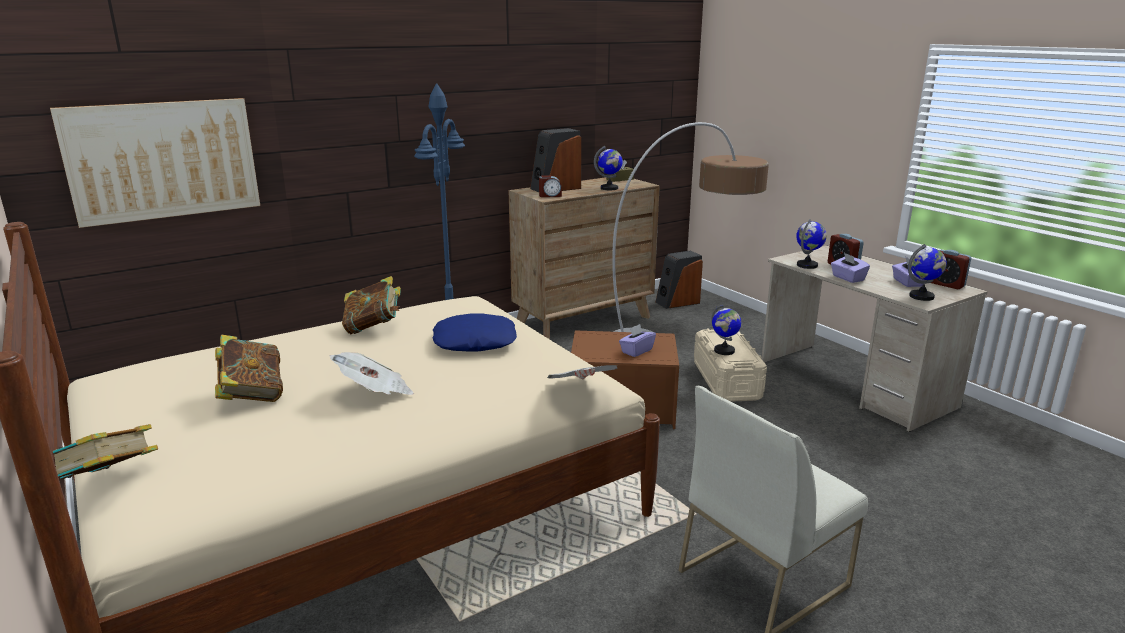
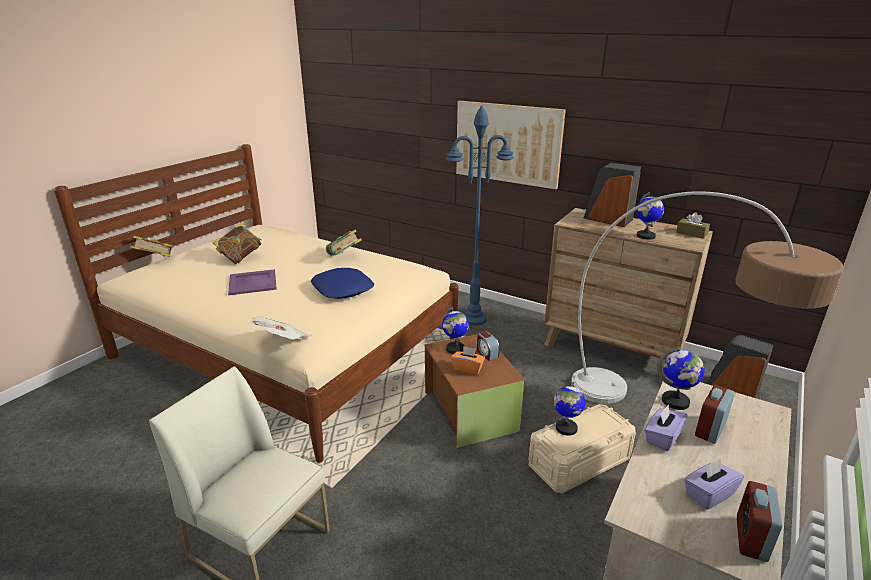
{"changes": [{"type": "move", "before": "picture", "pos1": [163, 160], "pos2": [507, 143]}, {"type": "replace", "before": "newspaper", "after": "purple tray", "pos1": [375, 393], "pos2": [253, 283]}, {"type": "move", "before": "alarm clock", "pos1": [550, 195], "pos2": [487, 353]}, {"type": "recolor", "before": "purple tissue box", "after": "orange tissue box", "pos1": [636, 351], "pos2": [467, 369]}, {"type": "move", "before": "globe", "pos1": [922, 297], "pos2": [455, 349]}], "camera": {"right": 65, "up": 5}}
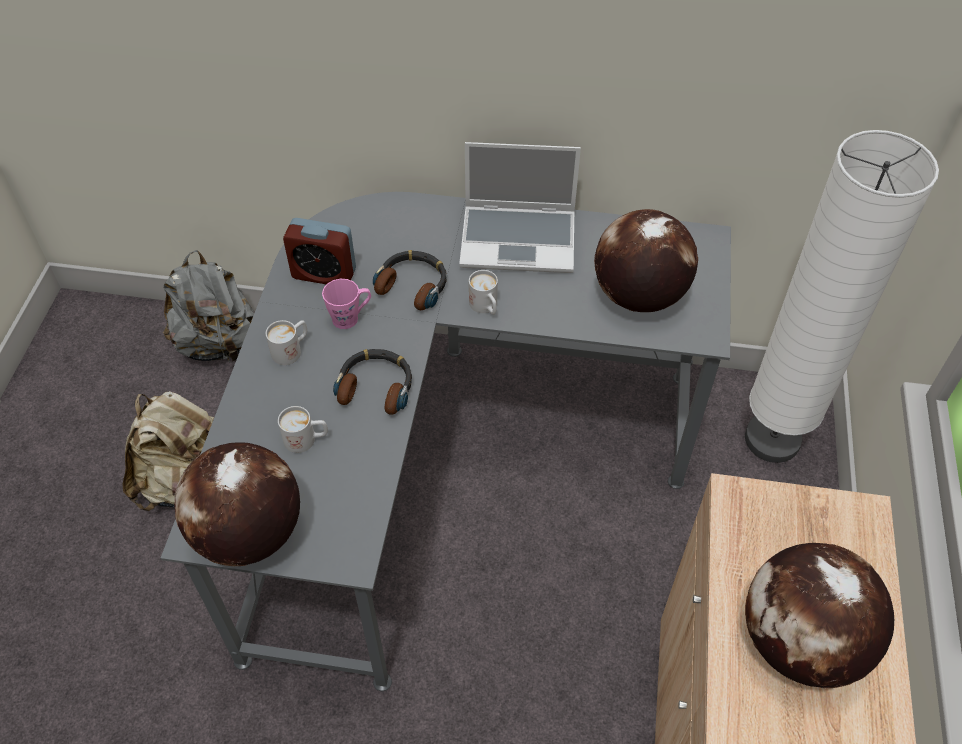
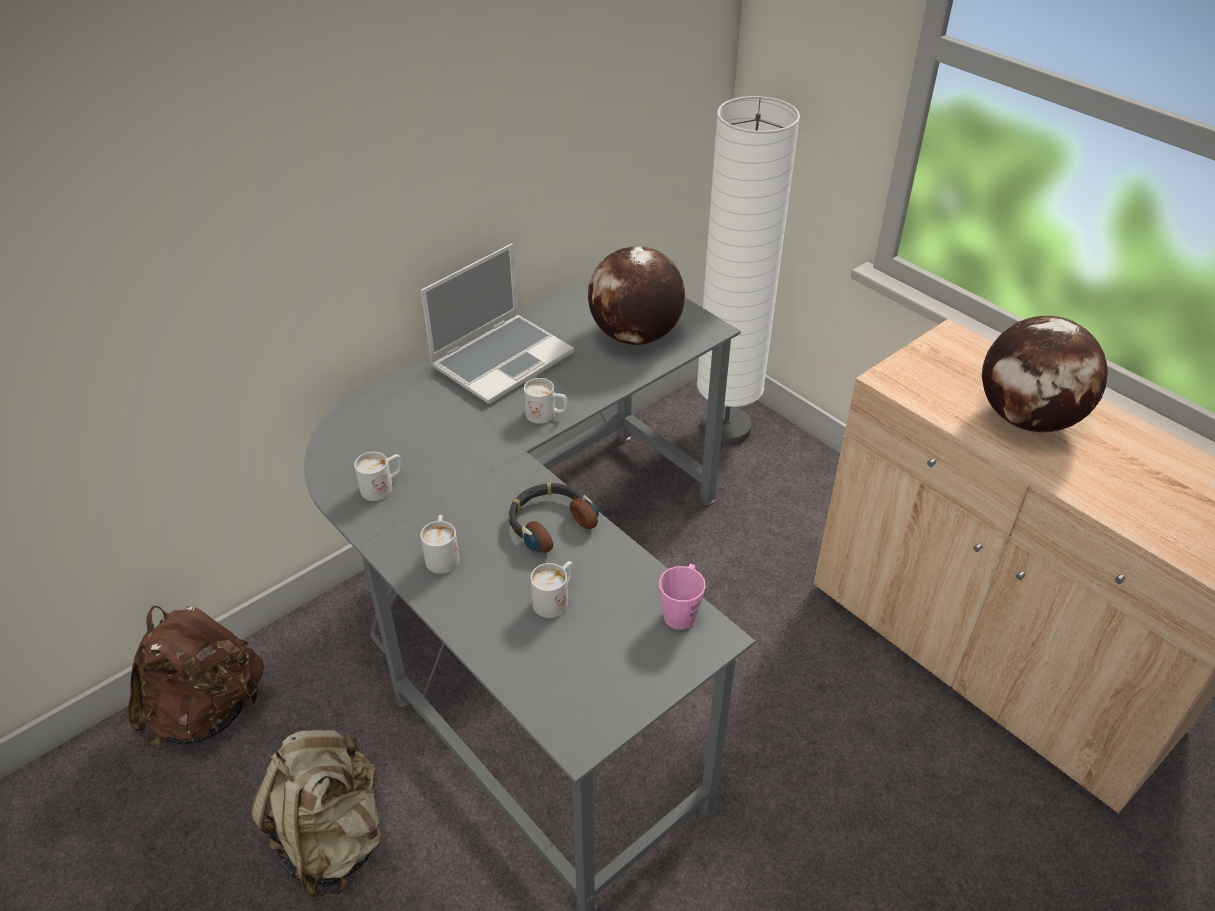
{"changes": [{"type": "recolor", "before": "grey backpack", "after": "brown backpack", "pos1": [218, 343], "pos2": [208, 711]}, {"type": "delete", "before": "globe", "pos1": [249, 534]}, {"type": "replace", "before": "alarm clock", "after": "white mug", "pos1": [324, 274], "pos2": [383, 486]}, {"type": "move", "before": "pink mug", "pos1": [350, 317], "pos2": [682, 611]}, {"type": "delete", "before": "headphones", "pos1": [413, 284]}], "camera": {"right": -50, "up": -10}}
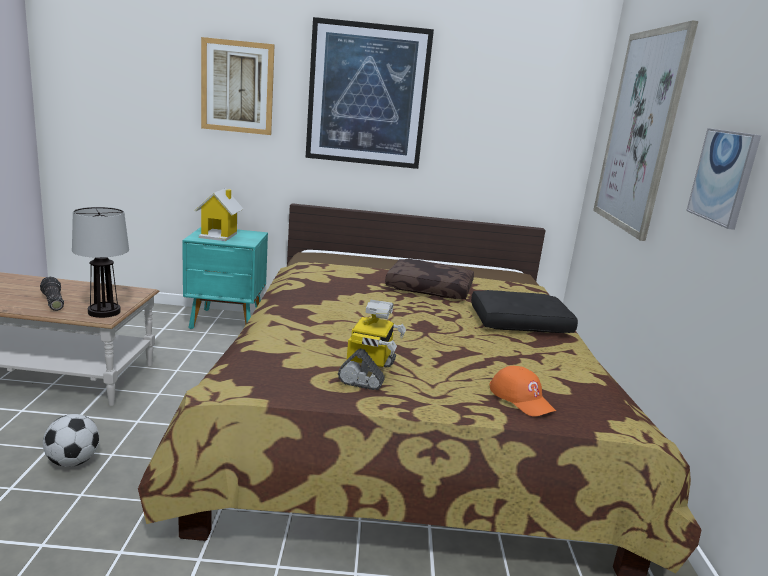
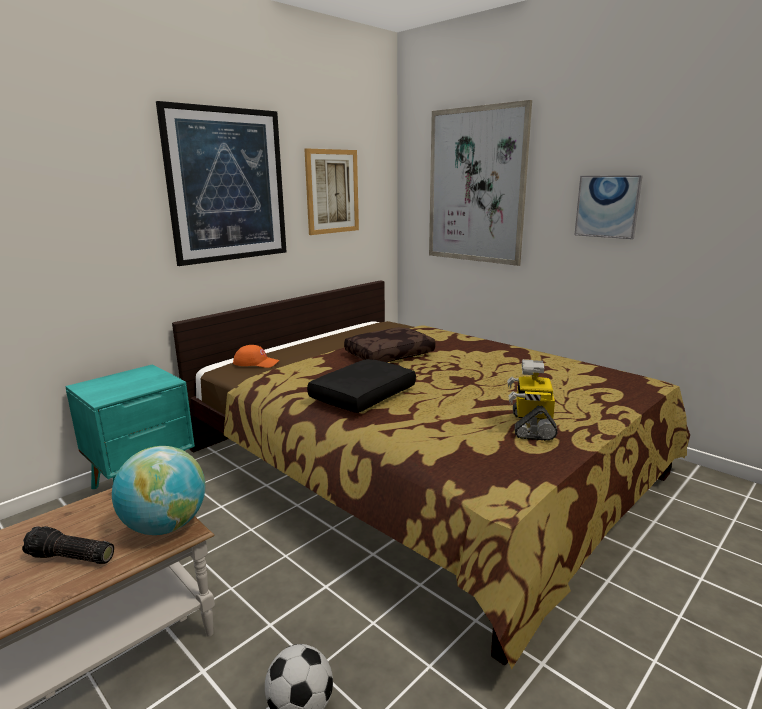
{"changes": [{"type": "replace", "before": "table lamp", "after": "globe", "pos1": [104, 311], "pos2": [165, 526]}, {"type": "delete", "before": "toy house", "pos1": [219, 235]}, {"type": "move", "before": "picture", "pos1": [237, 87], "pos2": [332, 191]}, {"type": "rotate", "before": "toy robot", "pos1": [369, 373], "pos2": [531, 426], "turn": -135}, {"type": "move", "before": "black pillow", "pos1": [520, 322], "pos2": [362, 395]}, {"type": "move", "before": "orange cap", "pos1": [521, 398], "pos2": [256, 363]}], "camera": {"right": -45, "up": 0}}
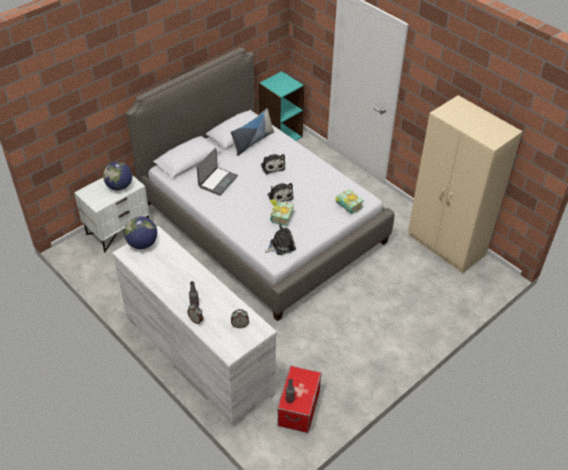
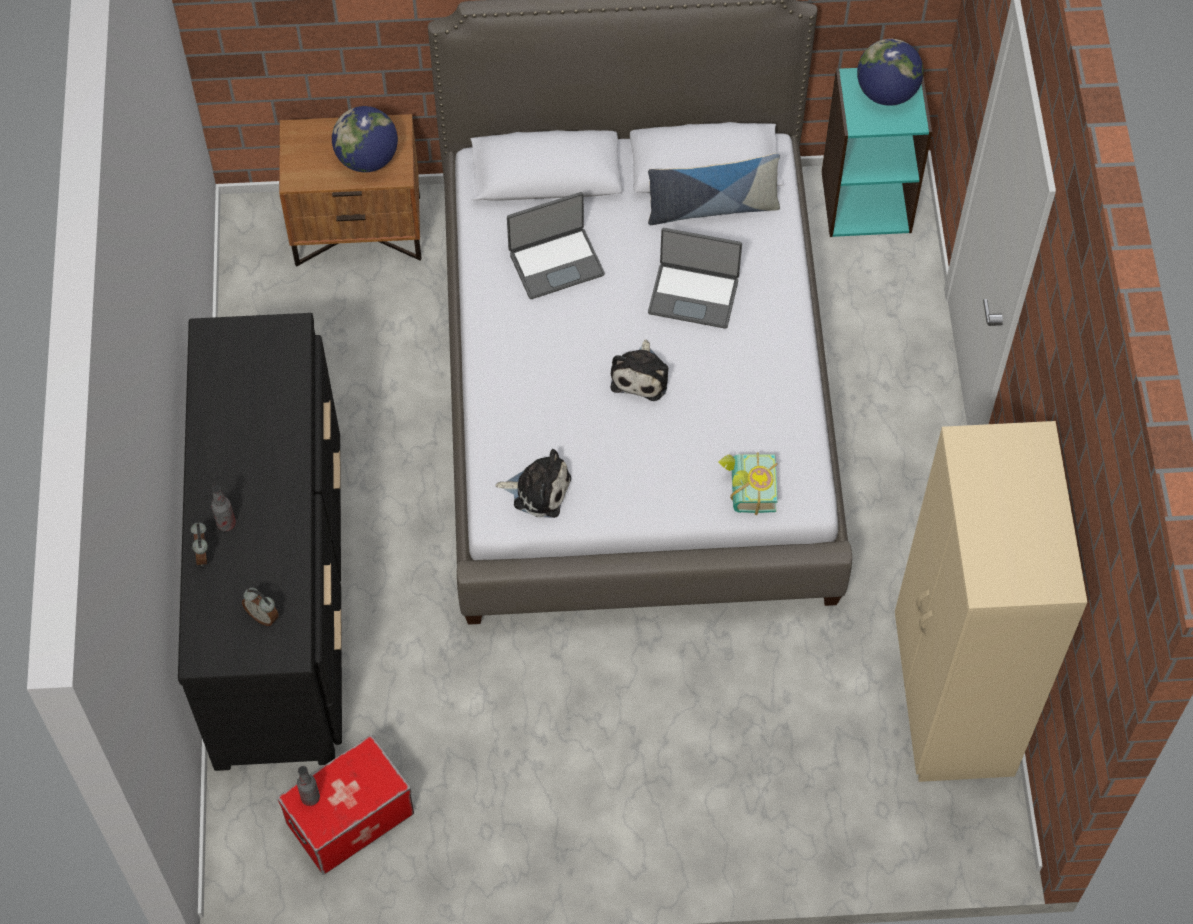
{"changes": [{"type": "recolor", "before": "white nightstand", "after": "brown nightstand", "pos1": [118, 229], "pos2": [358, 229]}, {"type": "recolor", "before": "white dresser", "after": "black dresser", "pos1": [198, 354], "pos2": [279, 591]}, {"type": "move", "before": "globe", "pos1": [142, 244], "pos2": [886, 93]}, {"type": "replace", "before": "plush toy", "after": "laptop", "pos1": [272, 166], "pos2": [694, 295]}, {"type": "delete", "before": "book", "pos1": [279, 217]}], "camera": {"right": 40, "up": 15}}
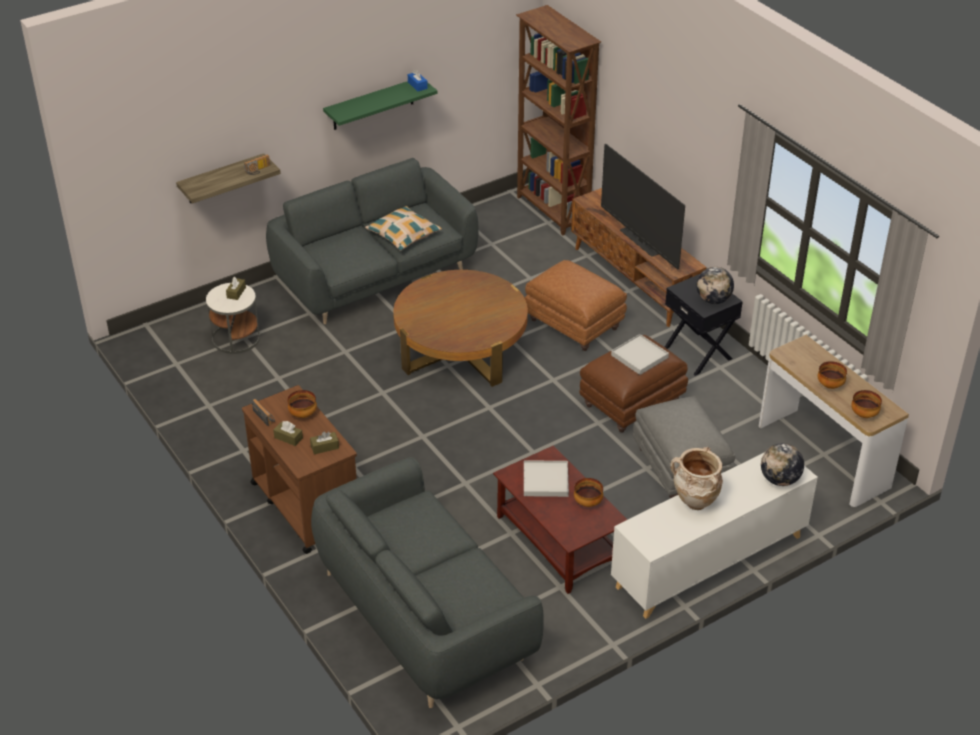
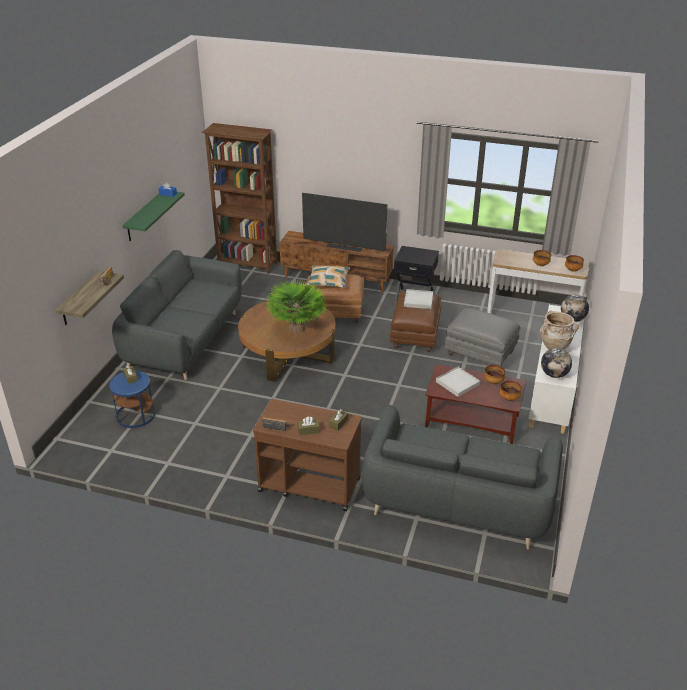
{"changes": [{"type": "recolor", "before": "white side table", "after": "blue side table", "pos1": [236, 338], "pos2": [135, 415]}, {"type": "move", "before": "bowl", "pos1": [303, 415], "pos2": [509, 398]}, {"type": "move", "before": "pillow", "pos1": [403, 234], "pos2": [328, 281]}, {"type": "move", "before": "globe", "pos1": [713, 300], "pos2": [554, 374]}, {"type": "insert", "after": "potted plant", "pos2": [297, 328]}], "camera": {"right": -40, "up": -5}}
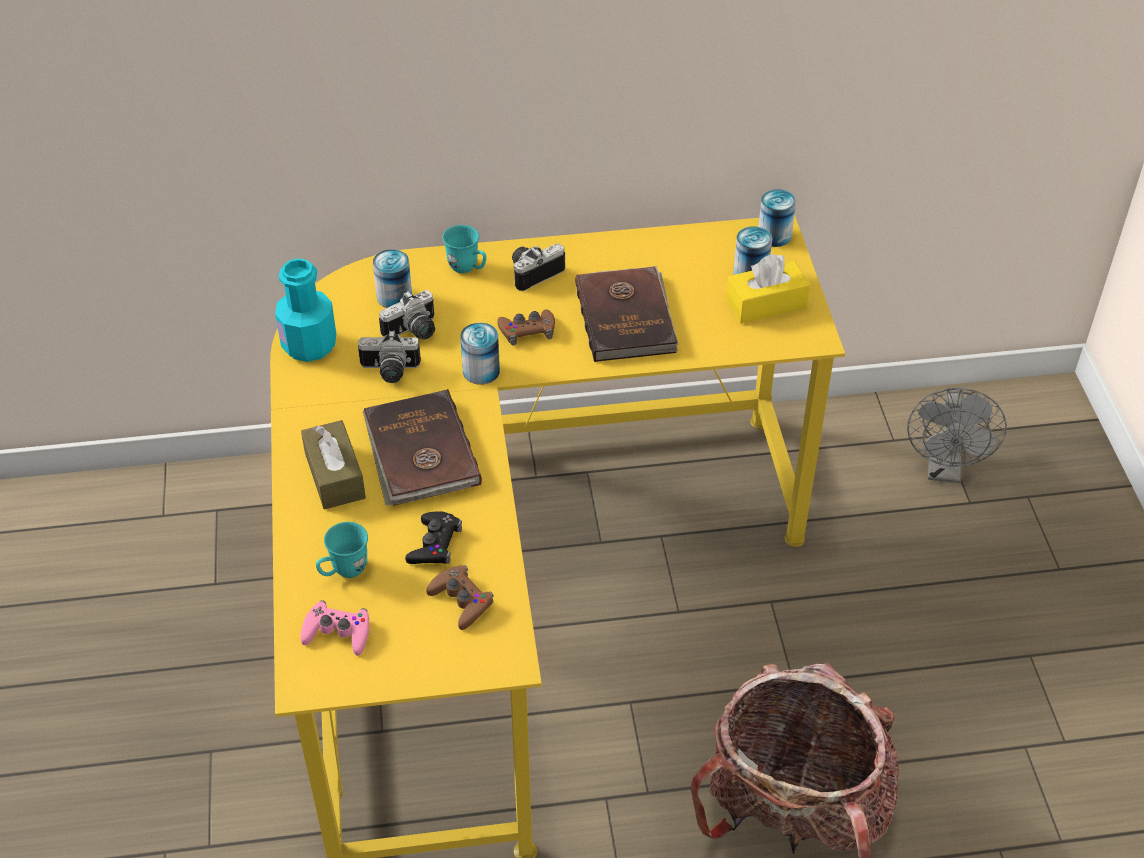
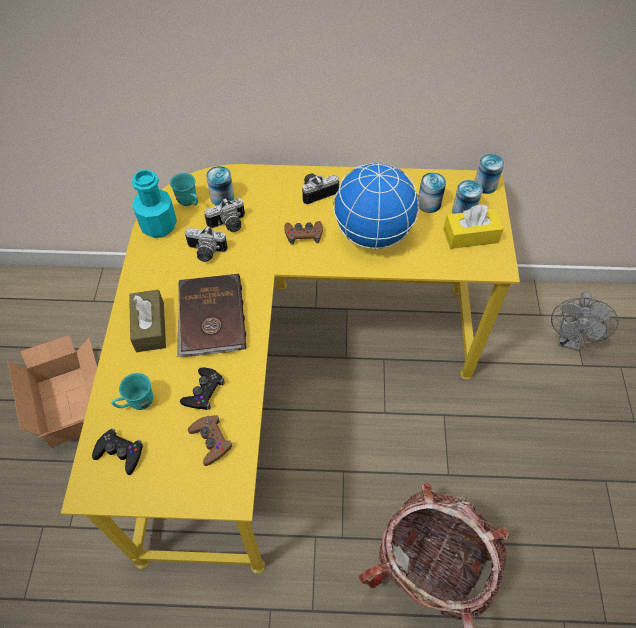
{"changes": [{"type": "recolor", "before": "pink game controller", "after": "black game controller", "pos1": [337, 632], "pos2": [120, 453]}, {"type": "move", "before": "turquoise mug", "pos1": [467, 268], "pos2": [189, 202]}, {"type": "move", "before": "can", "pos1": [481, 371], "pos2": [429, 204]}, {"type": "replace", "before": "brown book", "after": "globe", "pos1": [627, 317], "pos2": [373, 233]}, {"type": "insert", "after": "cardboard box", "pos2": [72, 402]}], "camera": {"right": 10, "up": 10}}
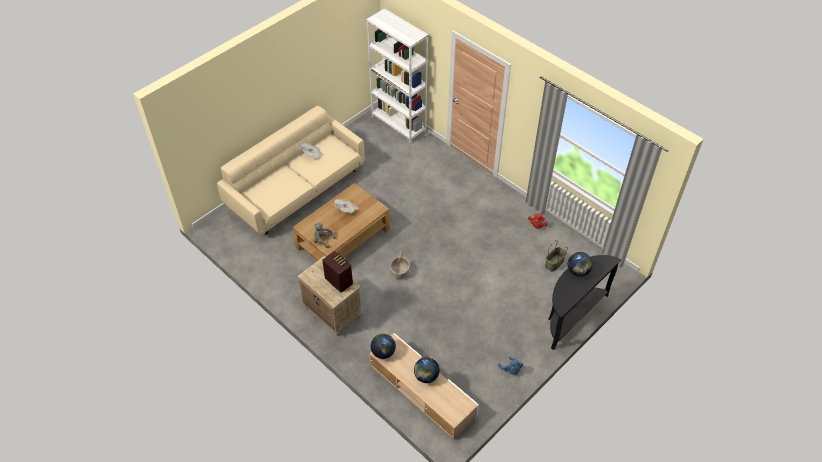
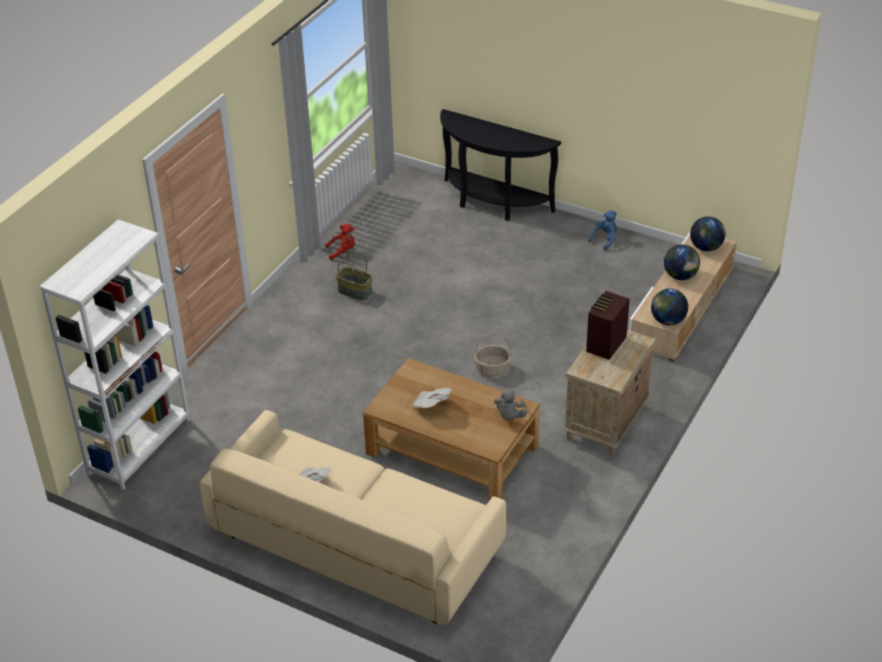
{"changes": [{"type": "move", "before": "basket", "pos1": [554, 263], "pos2": [355, 291]}, {"type": "move", "before": "globe", "pos1": [578, 271], "pos2": [706, 247]}], "camera": {"right": -105, "up": -10}}
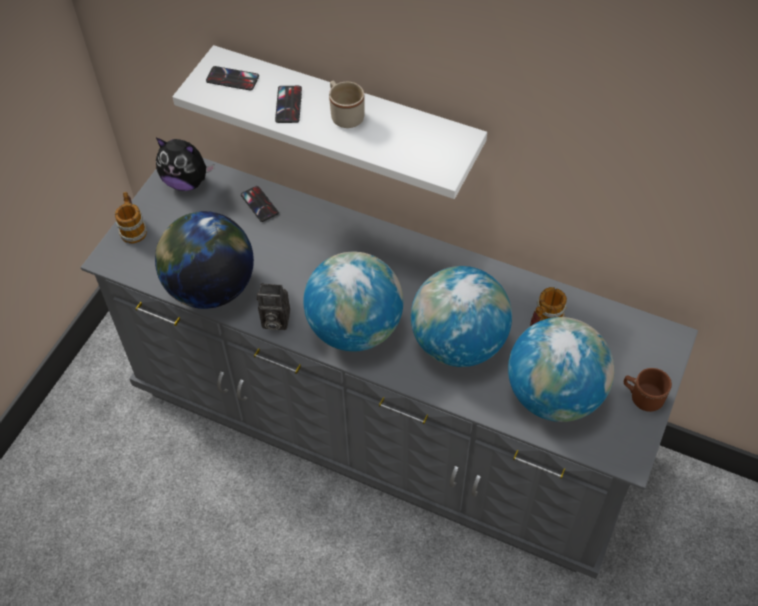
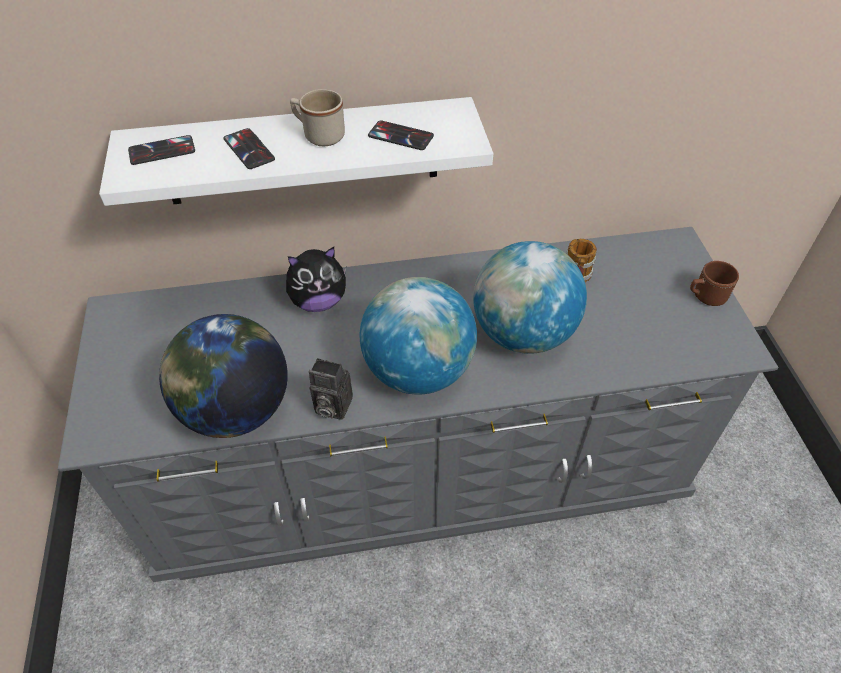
{"changes": [{"type": "delete", "before": "mug", "pos1": [133, 228]}, {"type": "move", "before": "plush toy", "pos1": [186, 181], "pos2": [318, 301]}, {"type": "move", "before": "phone", "pos1": [259, 204], "pos2": [400, 136]}, {"type": "rotate", "before": "photo camera", "pos1": [274, 320], "pos2": [331, 406], "turn": 45}, {"type": "delete", "before": "globe", "pos1": [554, 394]}], "camera": {"right": -35, "up": -5}}
